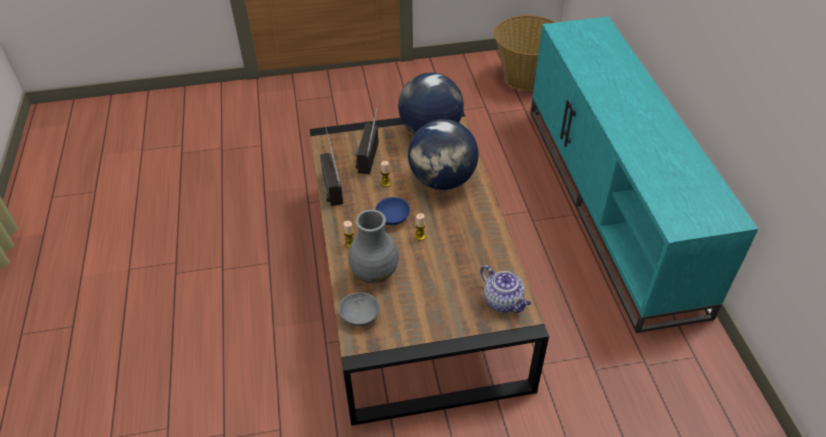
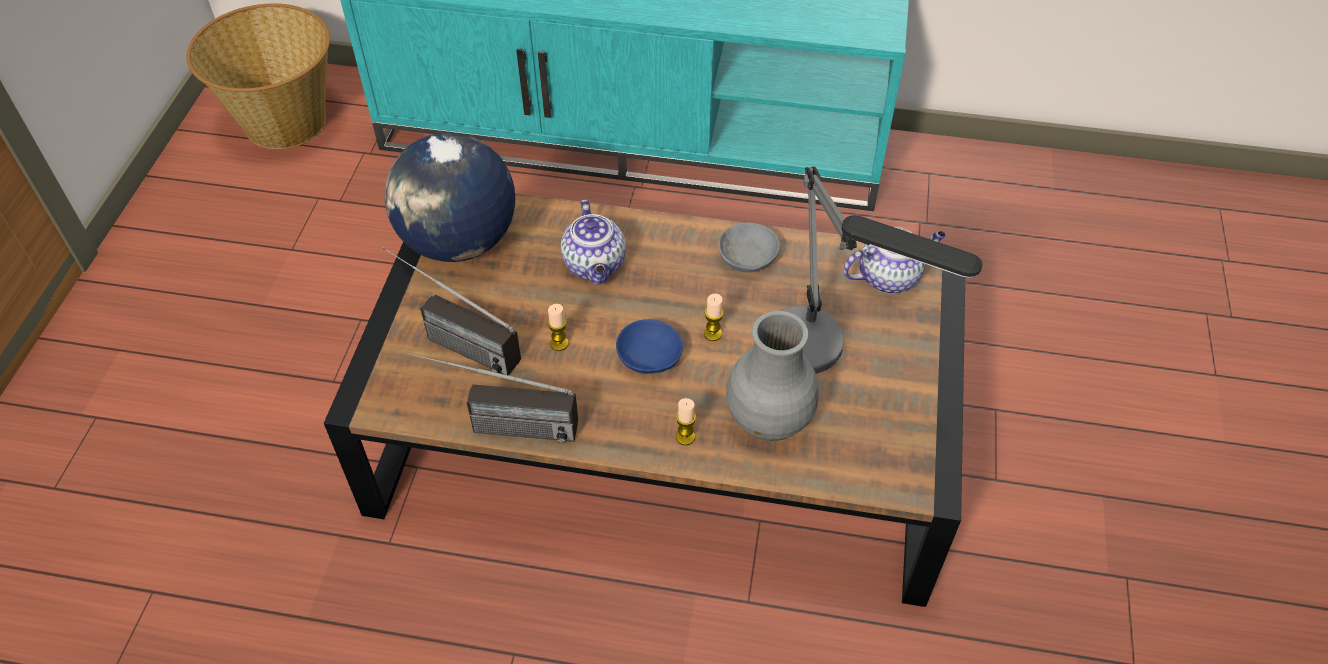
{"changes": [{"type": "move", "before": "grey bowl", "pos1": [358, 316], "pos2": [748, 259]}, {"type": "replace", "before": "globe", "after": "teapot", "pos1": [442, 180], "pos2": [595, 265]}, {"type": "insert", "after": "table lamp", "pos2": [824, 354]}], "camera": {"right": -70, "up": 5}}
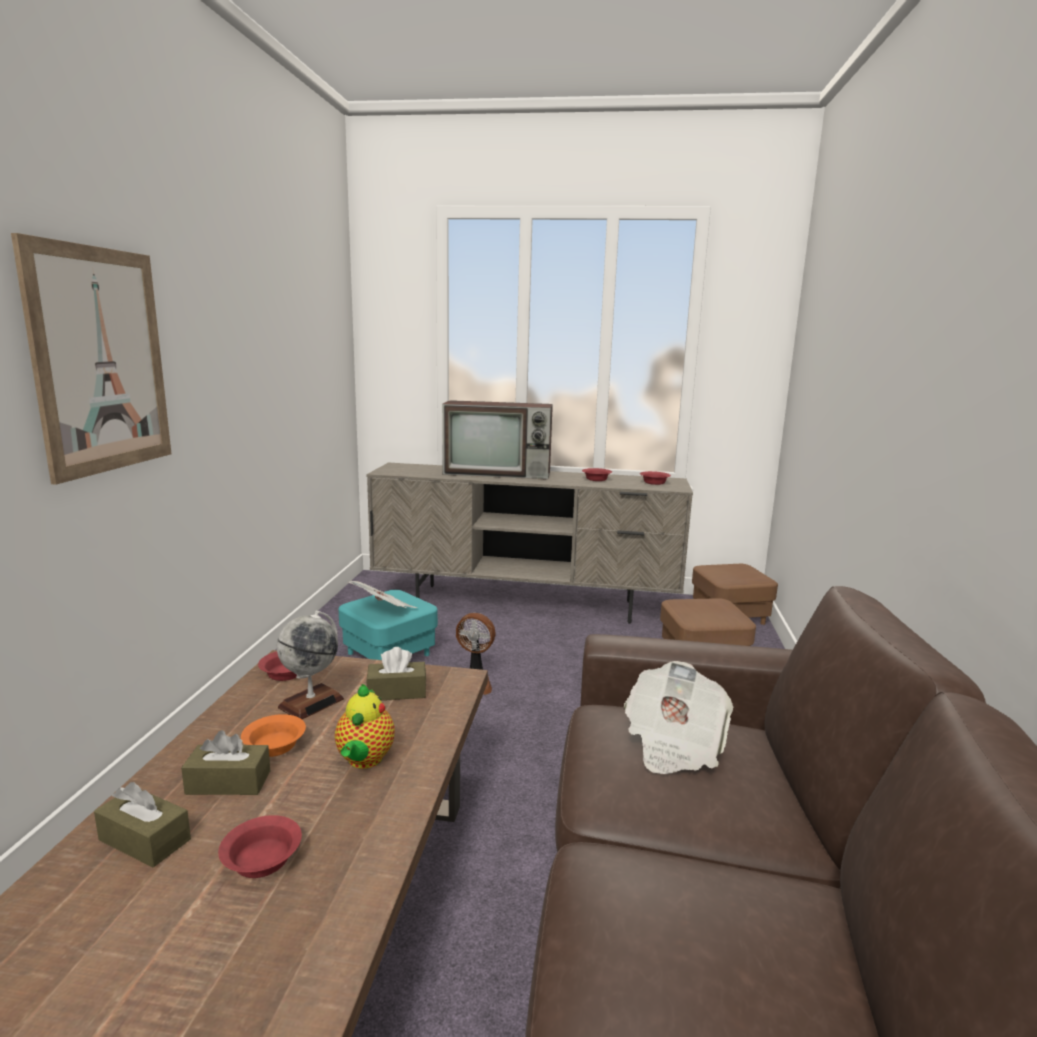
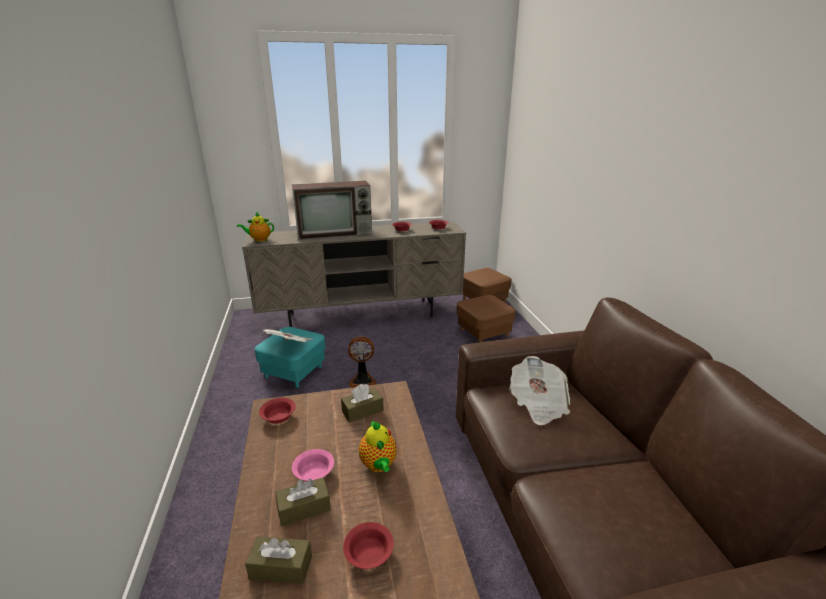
{"changes": [{"type": "delete", "before": "picture", "pos1": [101, 361]}, {"type": "recolor", "before": "orange bowl", "after": "pink bowl", "pos1": [274, 747], "pos2": [314, 473]}, {"type": "delete", "before": "globe", "pos1": [311, 703]}, {"type": "insert", "after": "teapot", "pos2": [259, 239]}], "camera": {"right": -20, "up": 10}}
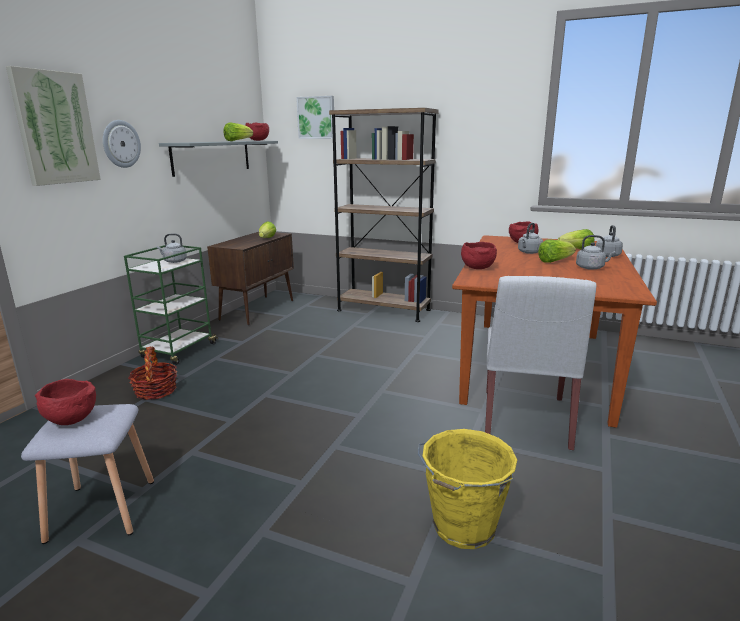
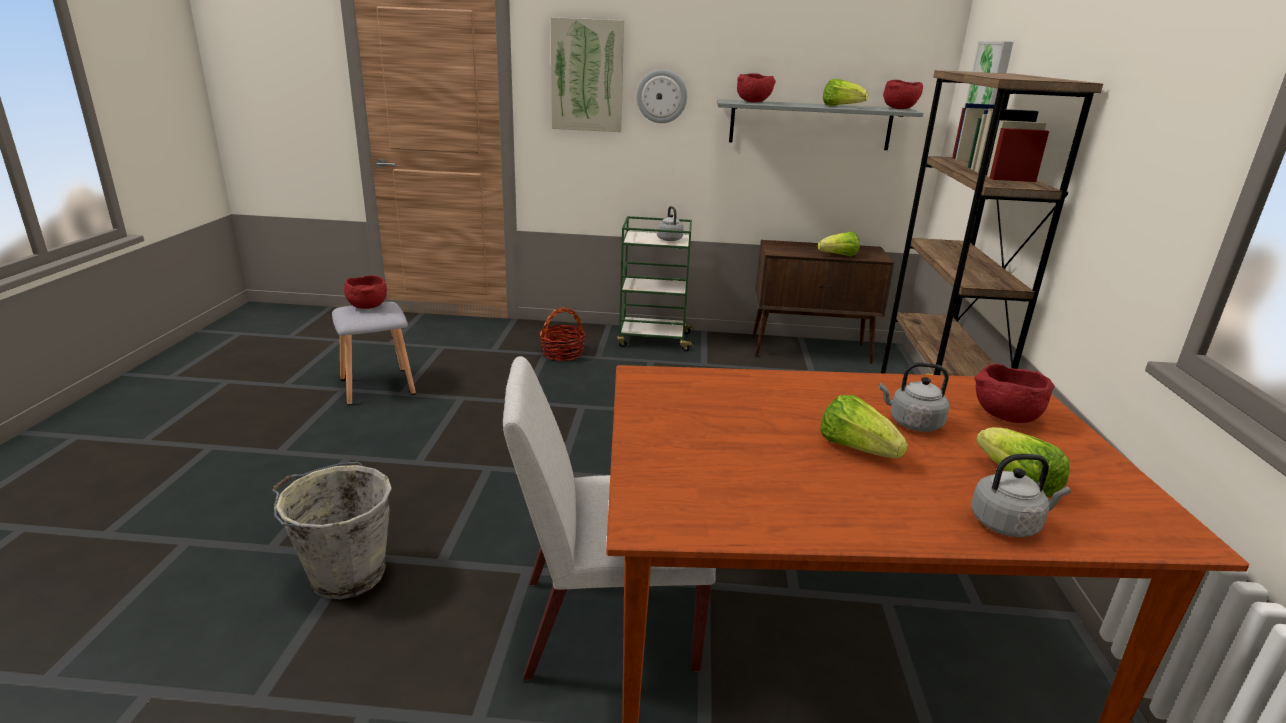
{"changes": [{"type": "recolor", "before": "yellow bucket", "after": "grey bucket", "pos1": [462, 528], "pos2": [345, 574]}, {"type": "move", "before": "red bowl", "pos1": [477, 268], "pos2": [754, 102]}, {"type": "delete", "before": "grey kettle", "pos1": [591, 268]}], "camera": {"right": 70, "up": 5}}
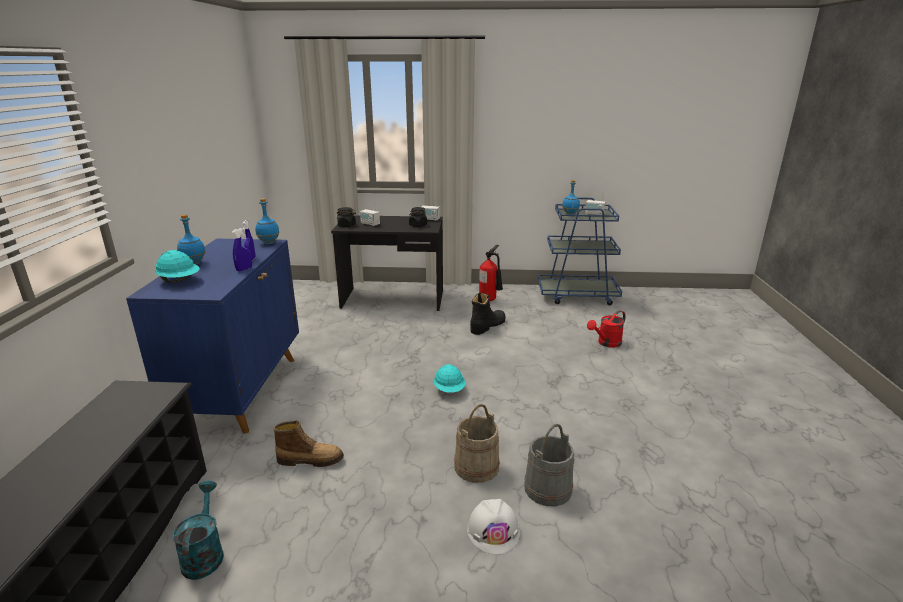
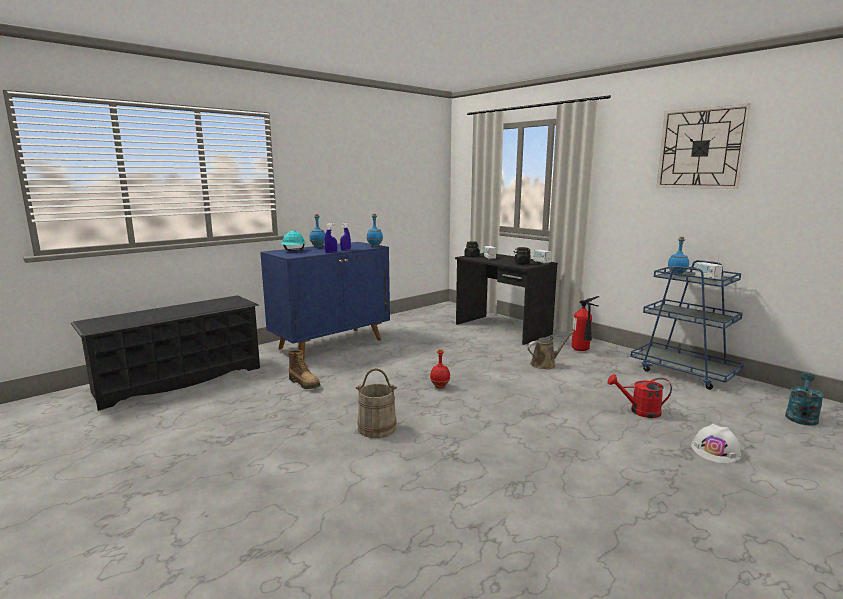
{"changes": [{"type": "move", "before": "turquoise watering can", "pos1": [204, 553], "pos2": [801, 416]}, {"type": "replace", "before": "turquoise hard hat", "after": "red bottle", "pos1": [449, 390], "pos2": [440, 386]}, {"type": "move", "before": "white hard hat", "pos1": [493, 530], "pos2": [715, 451]}, {"type": "replace", "before": "black boot", "after": "brown watering can", "pos1": [487, 326], "pos2": [545, 364]}, {"type": "delete", "before": "grey bucket", "pos1": [548, 489]}, {"type": "insert", "after": "wall clock", "pos2": [701, 148]}], "camera": {"right": 45, "up": -10}}
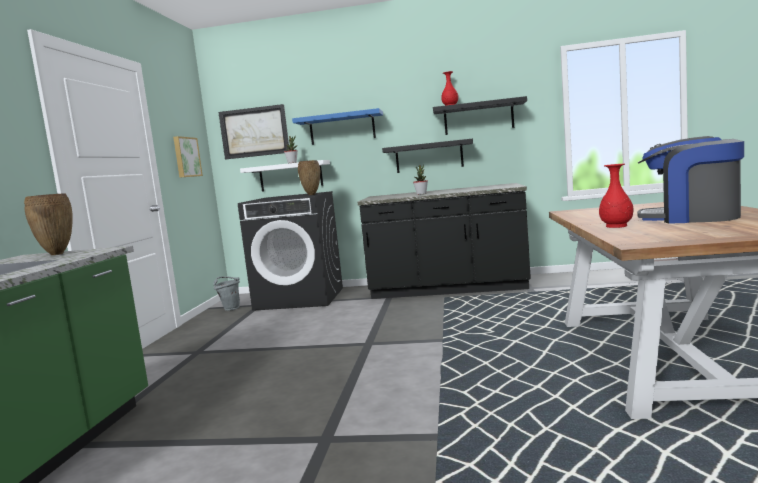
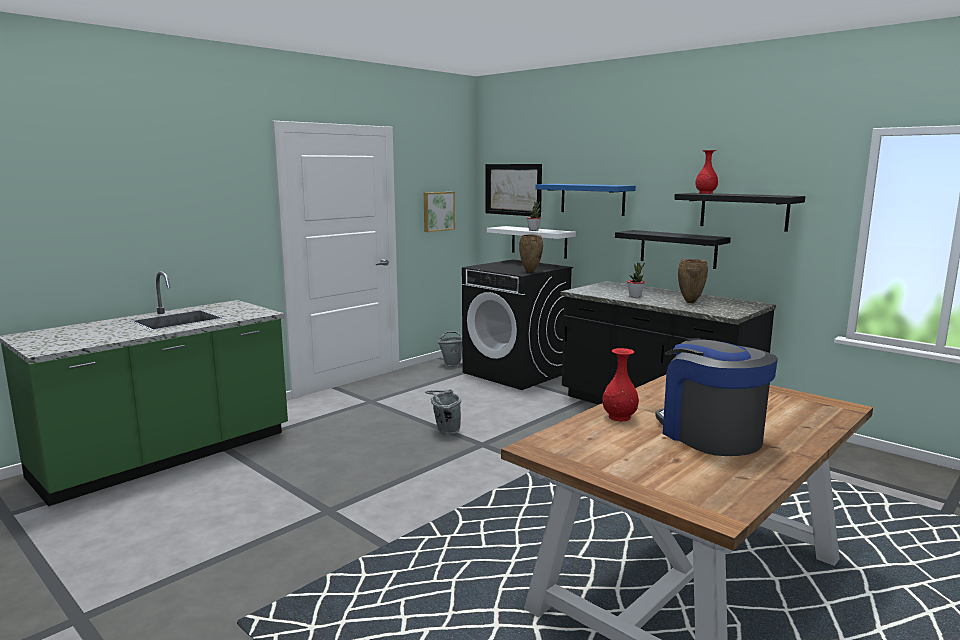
{"changes": [{"type": "move", "before": "brown vase", "pos1": [57, 254], "pos2": [690, 302]}, {"type": "insert", "after": "grey bucket", "pos2": [445, 431]}], "camera": {"right": 35, "up": 5}}
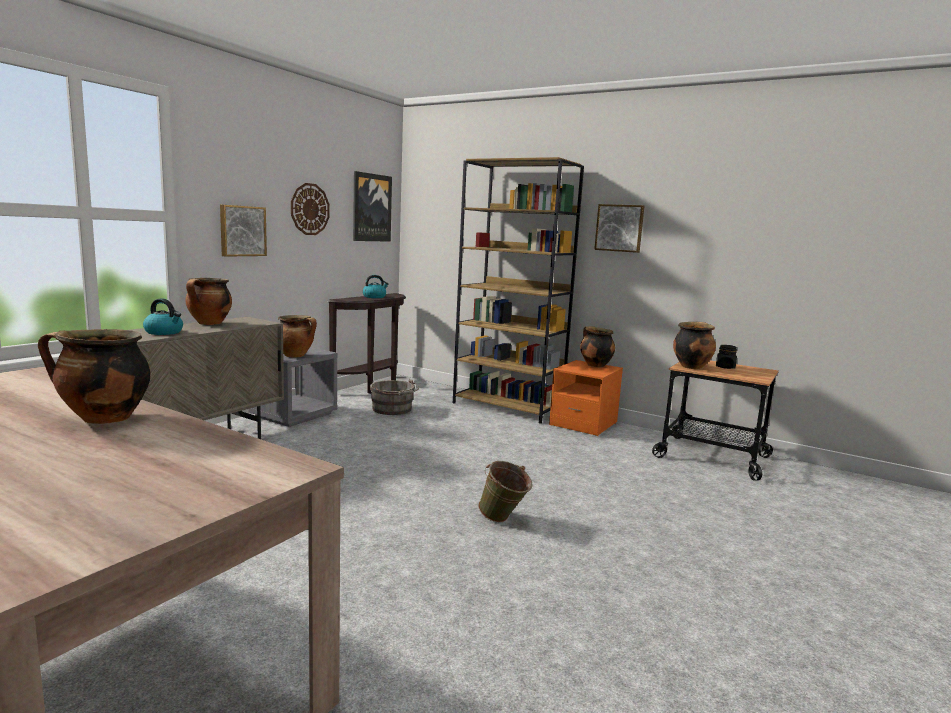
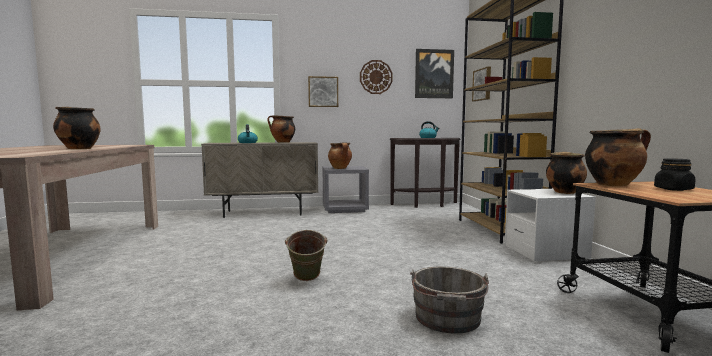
{"changes": [{"type": "move", "before": "grey bucket", "pos1": [393, 410], "pos2": [447, 319]}, {"type": "recolor", "before": "orange nightstand", "after": "white nightstand", "pos1": [583, 424], "pos2": [545, 252]}, {"type": "move", "before": "picture", "pos1": [619, 228], "pos2": [482, 84]}], "camera": {"right": 50, "up": -5}}
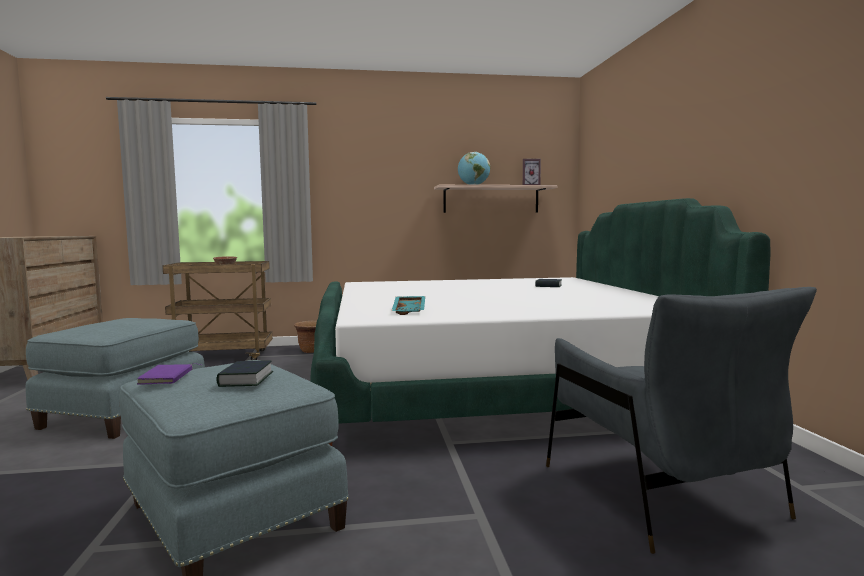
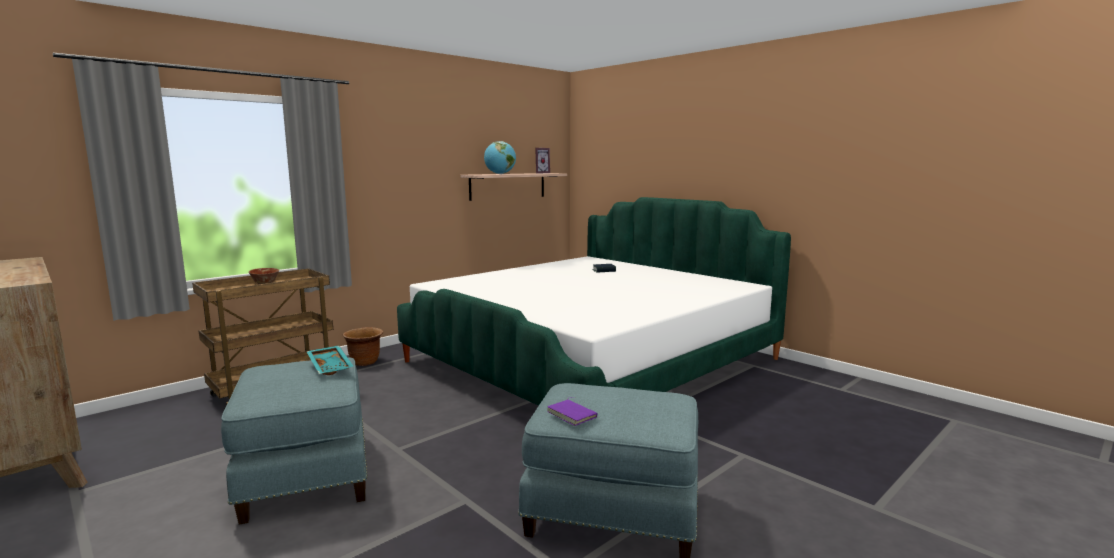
{"changes": [{"type": "delete", "before": "book", "pos1": [245, 379]}, {"type": "move", "before": "turquoise tray", "pos1": [410, 311], "pos2": [331, 366]}, {"type": "delete", "before": "grey armchair", "pos1": [660, 492]}], "camera": {"right": -35, "up": 5}}
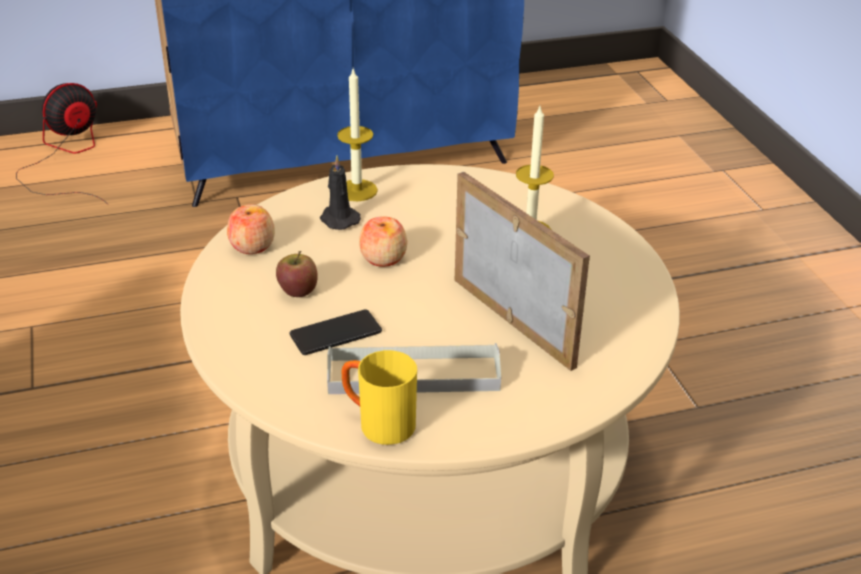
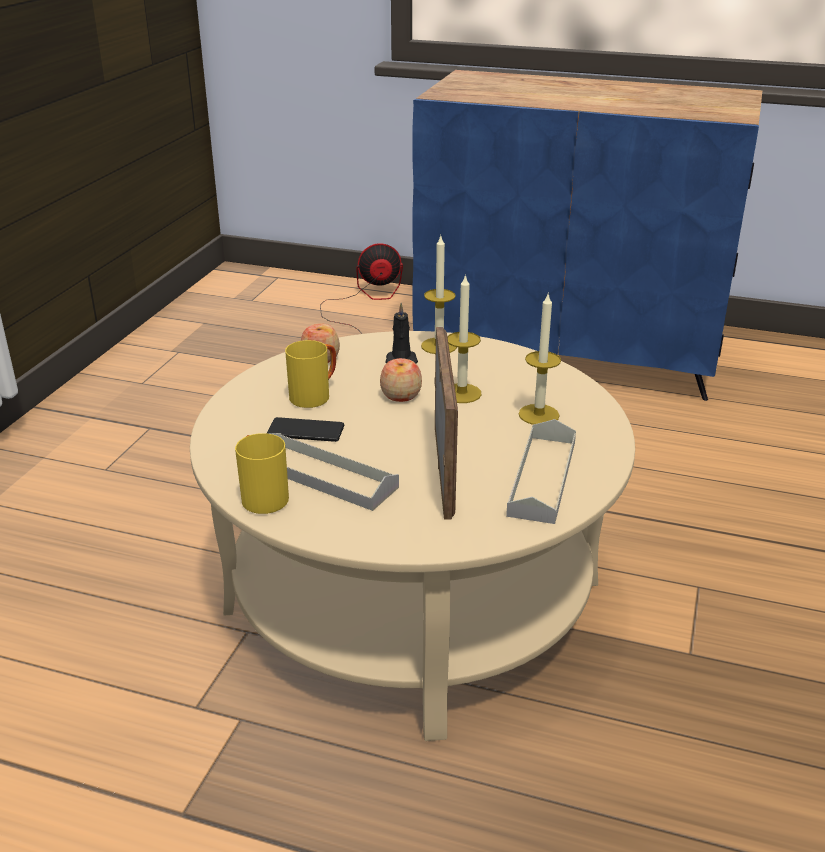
{"changes": [{"type": "replace", "before": "apple", "after": "yellow mug", "pos1": [298, 290], "pos2": [315, 395]}, {"type": "insert", "after": "candle", "pos2": [461, 393]}, {"type": "insert", "after": "grey tray", "pos2": [542, 477]}], "camera": {"right": 35, "up": -5}}
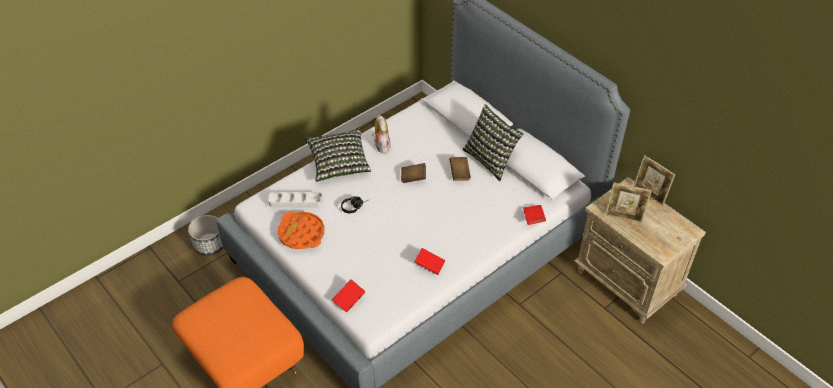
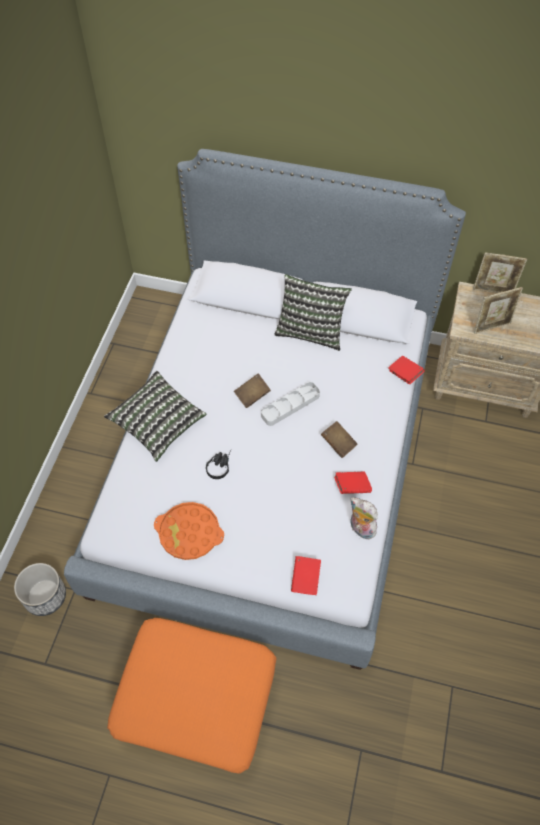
{"changes": [{"type": "move", "before": "grey tray", "pos1": [295, 202], "pos2": [290, 406]}, {"type": "move", "before": "plush toy", "pos1": [381, 146], "pos2": [360, 529]}, {"type": "move", "before": "brown book", "pos1": [459, 173], "pos2": [338, 444]}], "camera": {"right": -35, "up": 10}}
